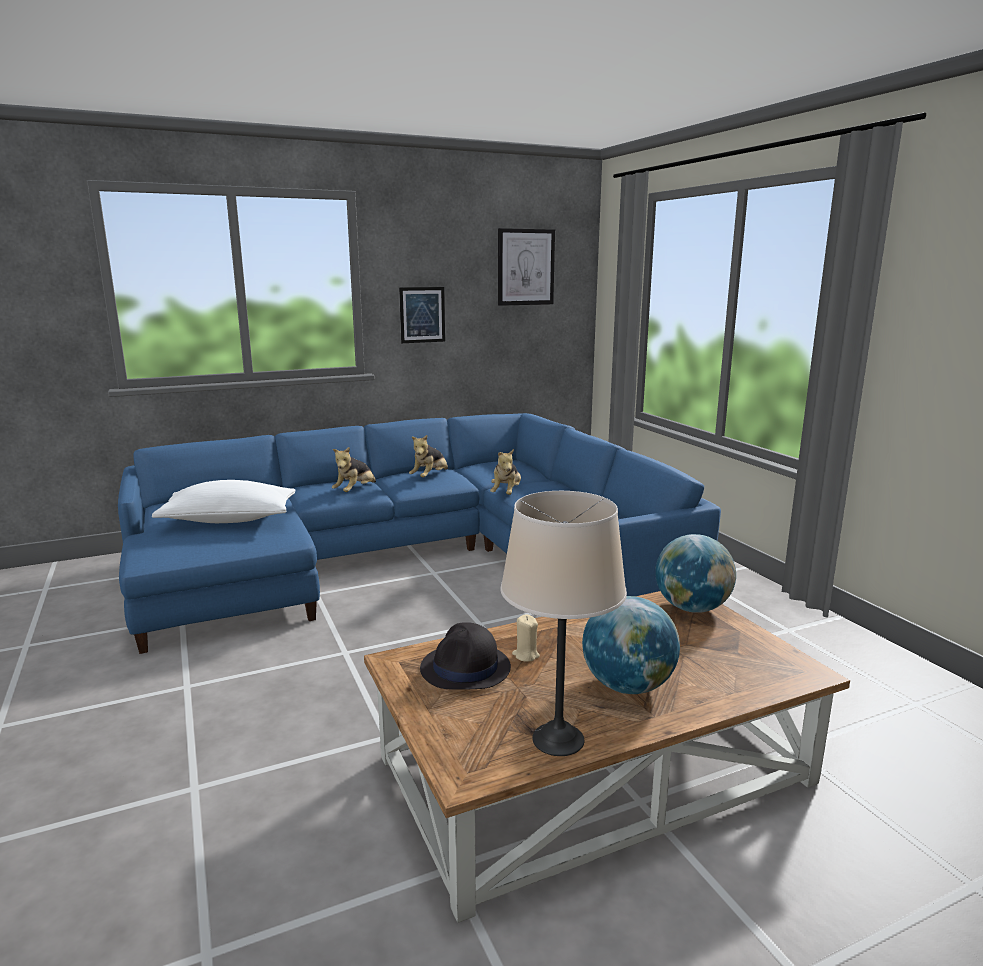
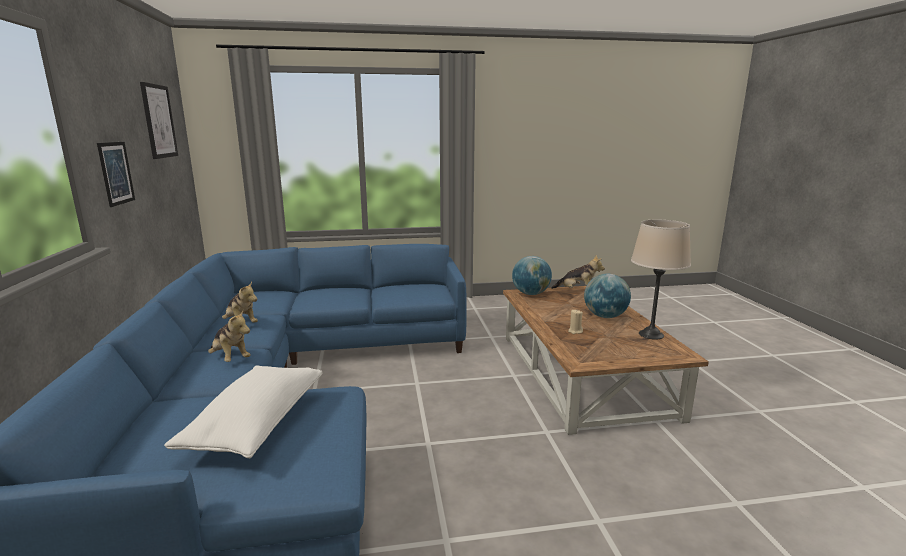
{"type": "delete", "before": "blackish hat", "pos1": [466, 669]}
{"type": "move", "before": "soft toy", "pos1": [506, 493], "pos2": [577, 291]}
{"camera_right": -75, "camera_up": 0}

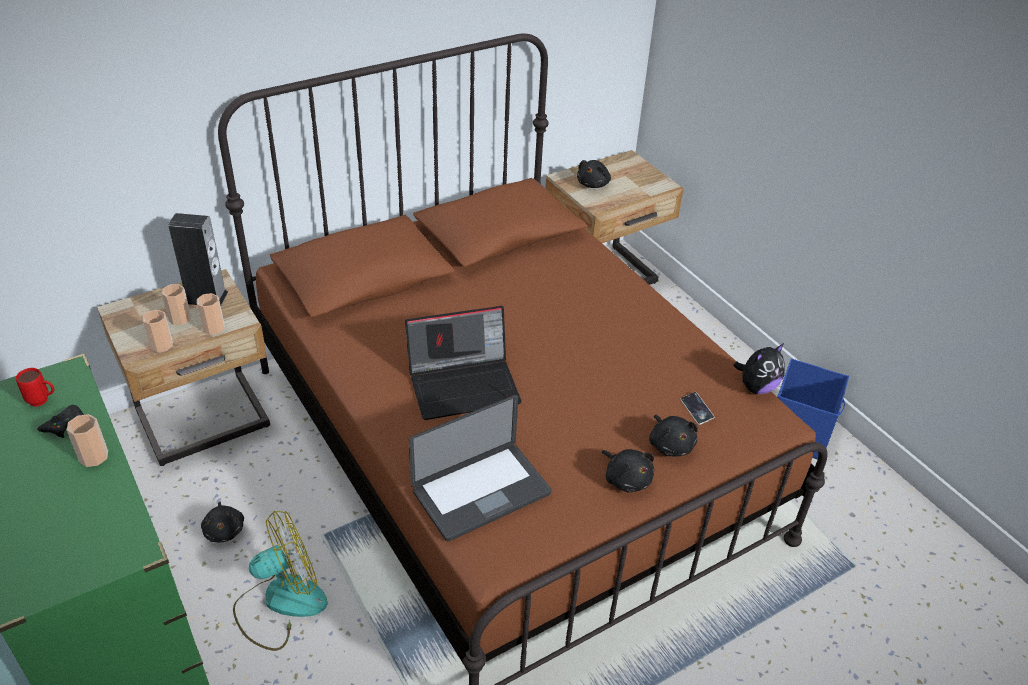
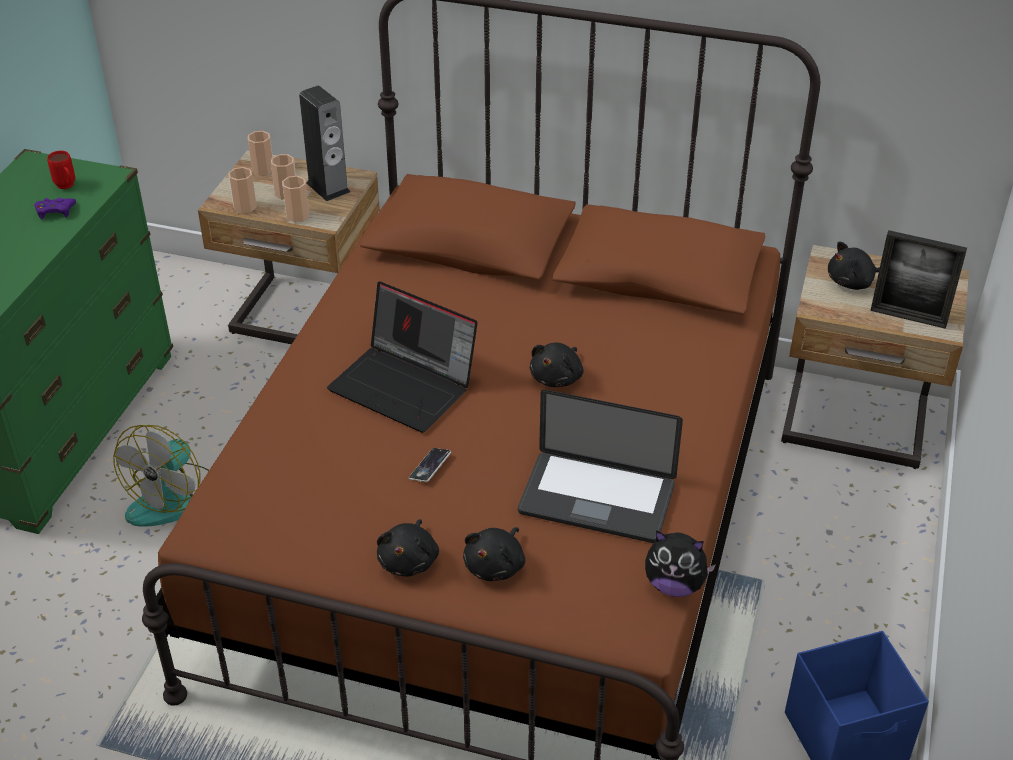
{"type": "insert", "after": "photo frame", "pos2": [908, 317]}
{"type": "move", "before": "small cup", "pos1": [93, 456], "pos2": [263, 169]}
{"type": "move", "before": "blackish soft toy", "pos1": [224, 530], "pos2": [557, 377]}
{"type": "move", "before": "notebook computer", "pos1": [481, 493], "pos2": [596, 499]}
{"type": "move", "before": "handset", "pos1": [696, 410], "pos2": [430, 467]}
{"type": "recolor", "before": "blackish game controller", "after": "purple game controller", "pos1": [64, 424], "pos2": [55, 211]}
{"type": "rotate", "before": "cooling fan", "pos1": [280, 603], "pos2": [171, 497], "turn": 90}
{"camera_right": 50, "camera_up": 0}

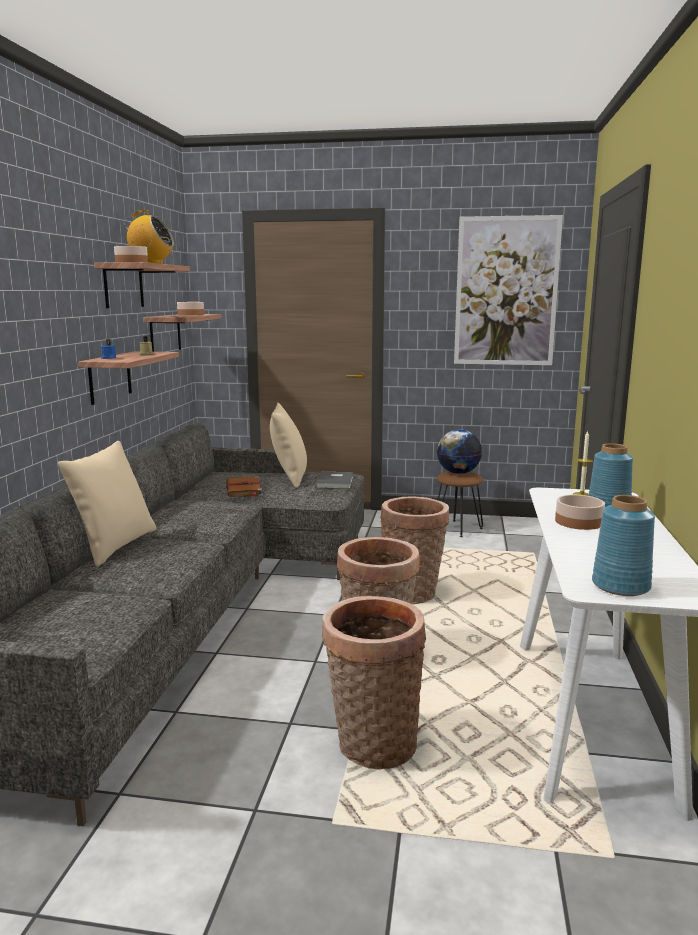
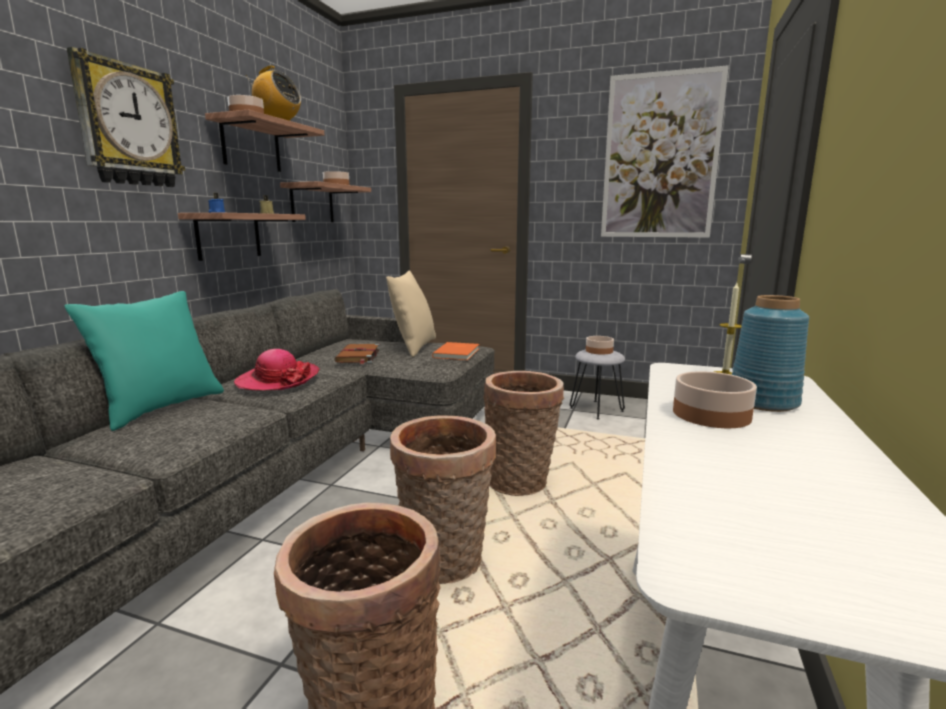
{"type": "delete", "before": "blue vase", "pos1": [620, 585]}
{"type": "insert", "after": "wall clock", "pos2": [128, 125]}
{"type": "insert", "after": "hat", "pos2": [277, 380]}
{"type": "replace", "before": "globe", "after": "deep dish", "pos1": [458, 473], "pos2": [598, 351]}
{"type": "recolor", "before": "sand-coloured cushion", "after": "turquoise cushion", "pos1": [114, 546], "pos2": [161, 408]}
{"type": "recolor", "before": "greyish volume", "after": "orangey volume", "pos1": [336, 482], "pos2": [458, 353]}
{"type": "recolor", "before": "brownish stool seat", "after": "greyish stool seat", "pos1": [457, 528], "pos2": [597, 409]}
{"camera_right": 10, "camera_up": 0}

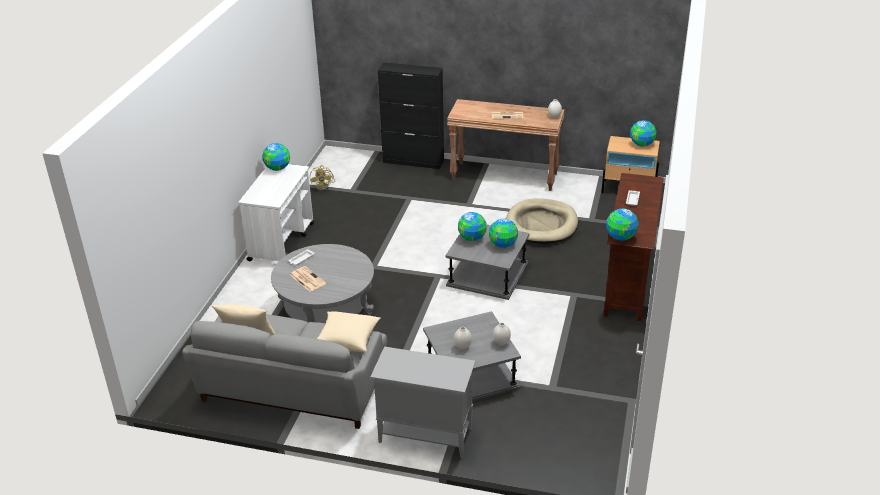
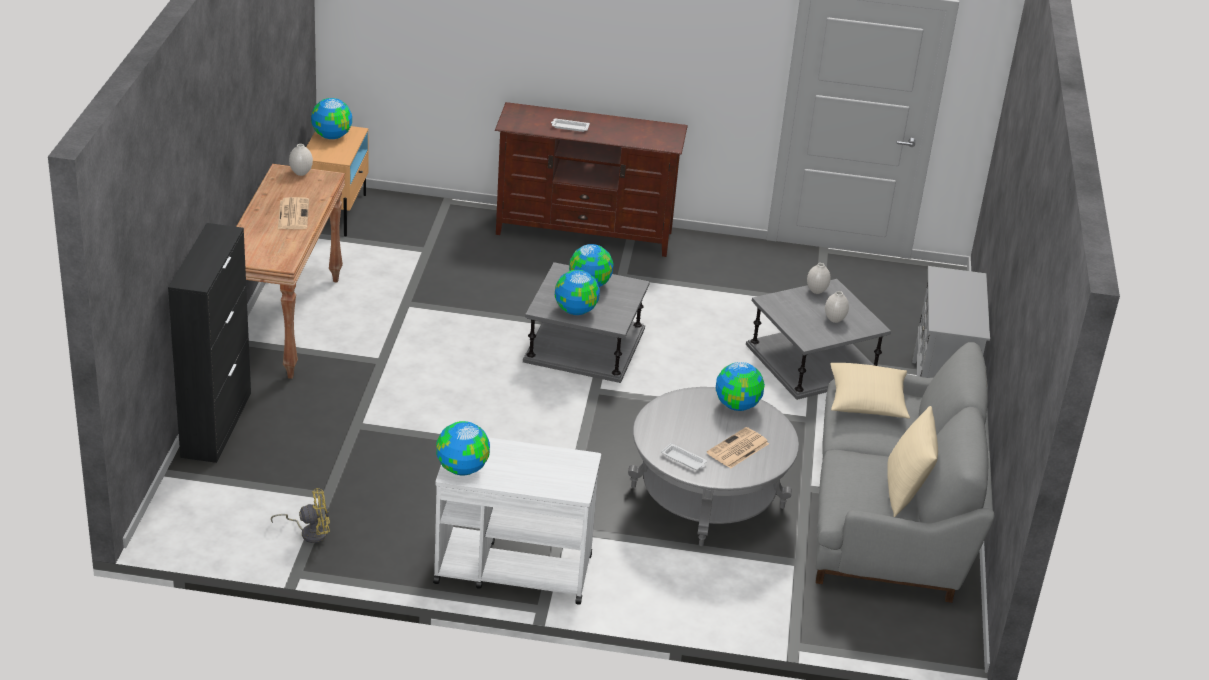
{"type": "delete", "before": "sand-coloured dog bed", "pos1": [541, 224]}
{"type": "move", "before": "globe", "pos1": [620, 237], "pos2": [737, 405]}
{"camera_right": -100, "camera_up": 0}

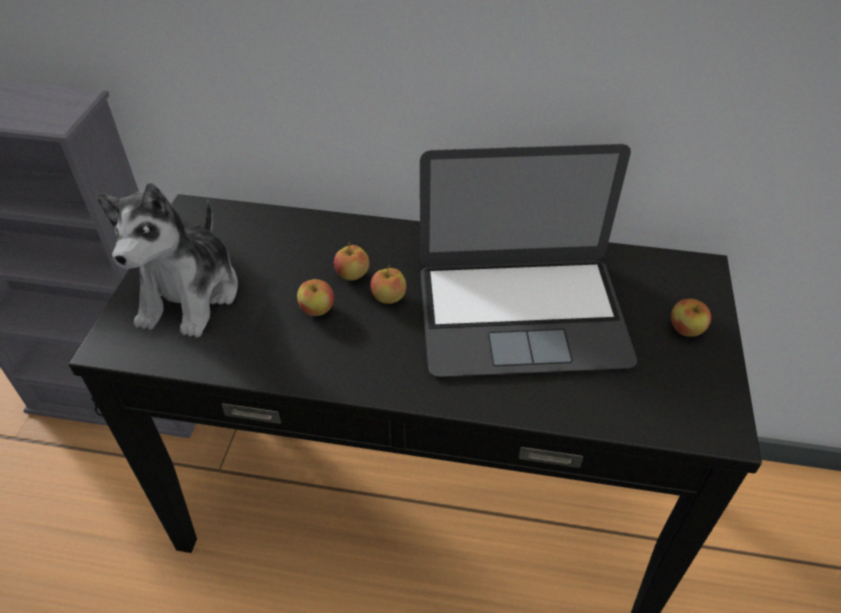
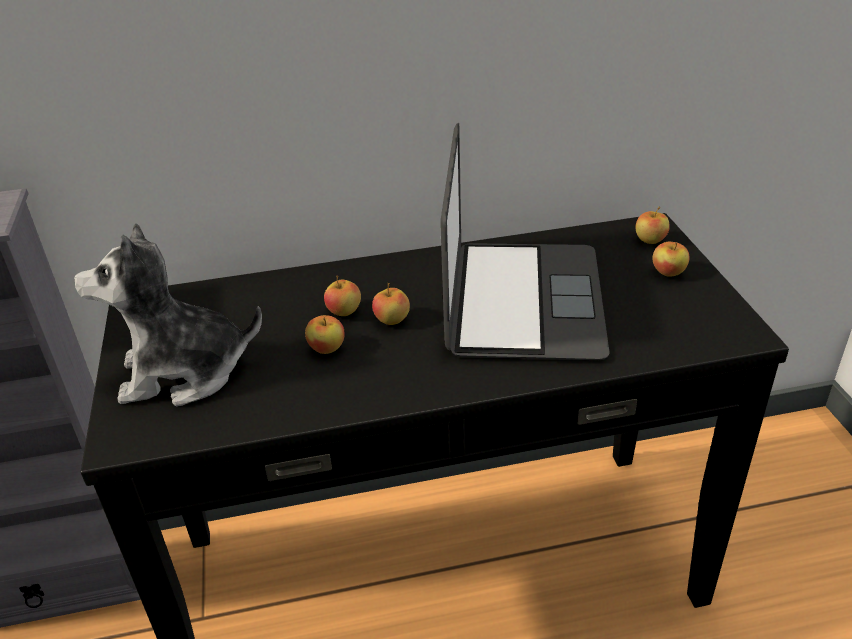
{"type": "insert", "after": "whole apple", "pos2": [650, 240]}
{"type": "rotate", "before": "soft toy", "pos1": [190, 294], "pos2": [183, 373], "turn": 90}
{"type": "rotate", "before": "notebook computer", "pos1": [521, 314], "pos2": [523, 299], "turn": -60}
{"camera_right": -20, "camera_up": -10}

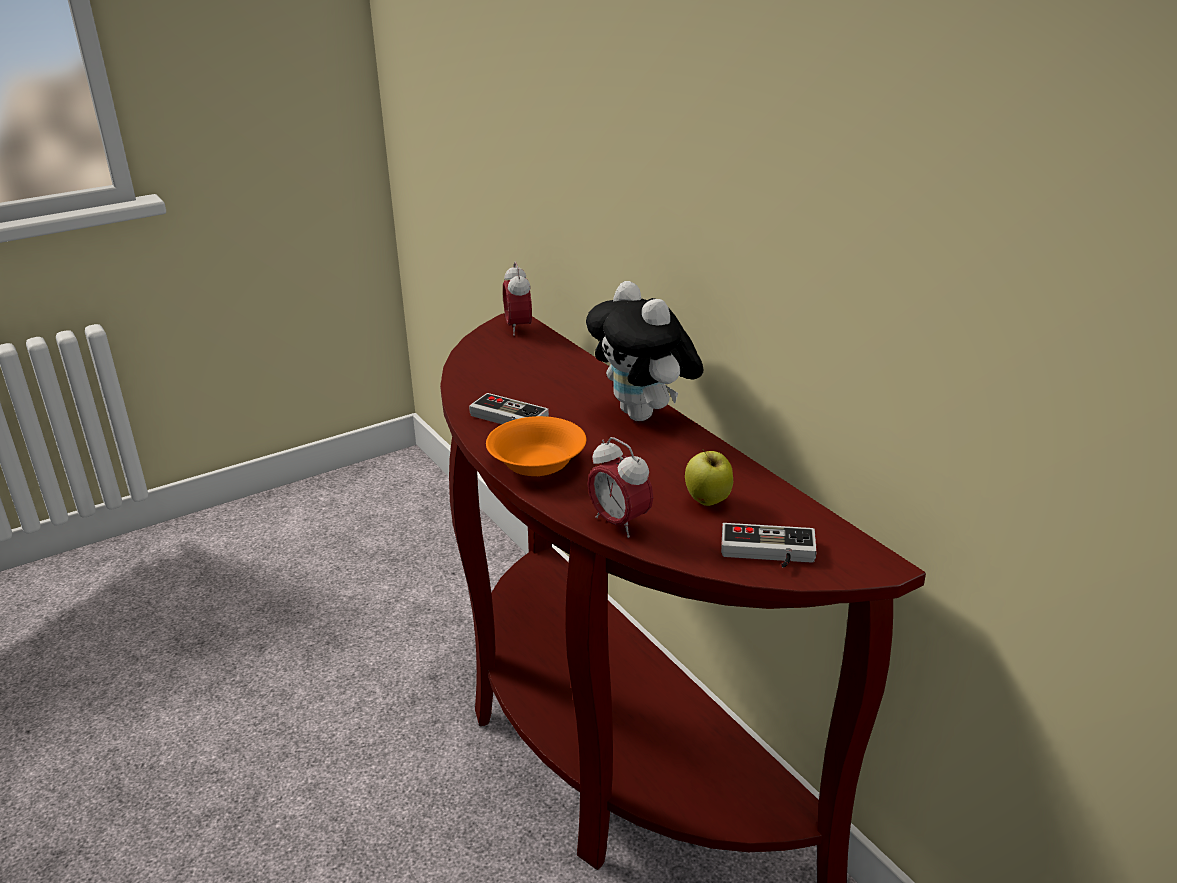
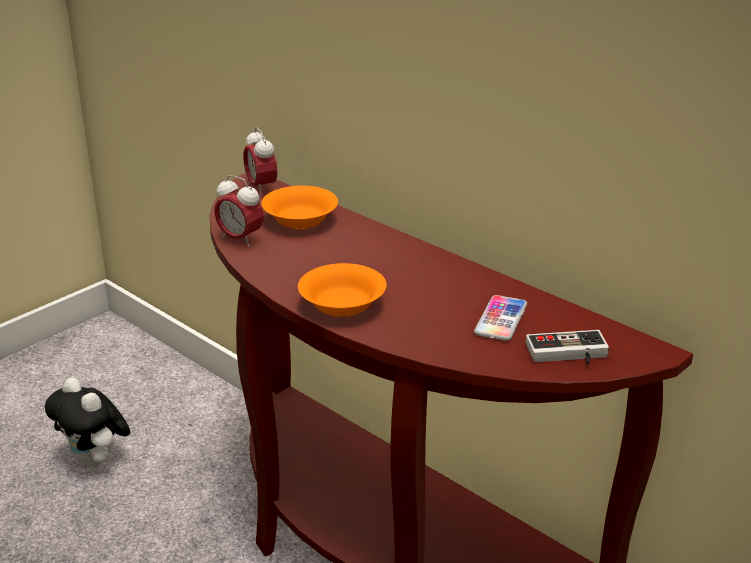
{"type": "delete", "before": "game controller", "pos1": [504, 420]}
{"type": "insert", "after": "orangey deep dish", "pos2": [301, 220]}
{"type": "move", "before": "soft toy", "pos1": [645, 415], "pos2": [95, 461]}
{"type": "move", "before": "bedside clock", "pos1": [619, 523], "pos2": [240, 239]}
{"type": "replace", "before": "whole apple", "after": "handset", "pos1": [708, 501], "pos2": [501, 319]}
{"camera_right": -15, "camera_up": 0}

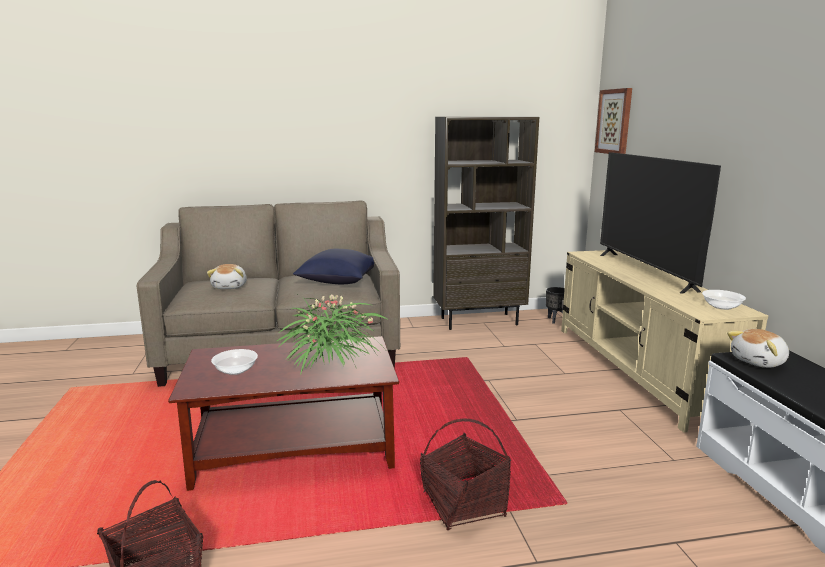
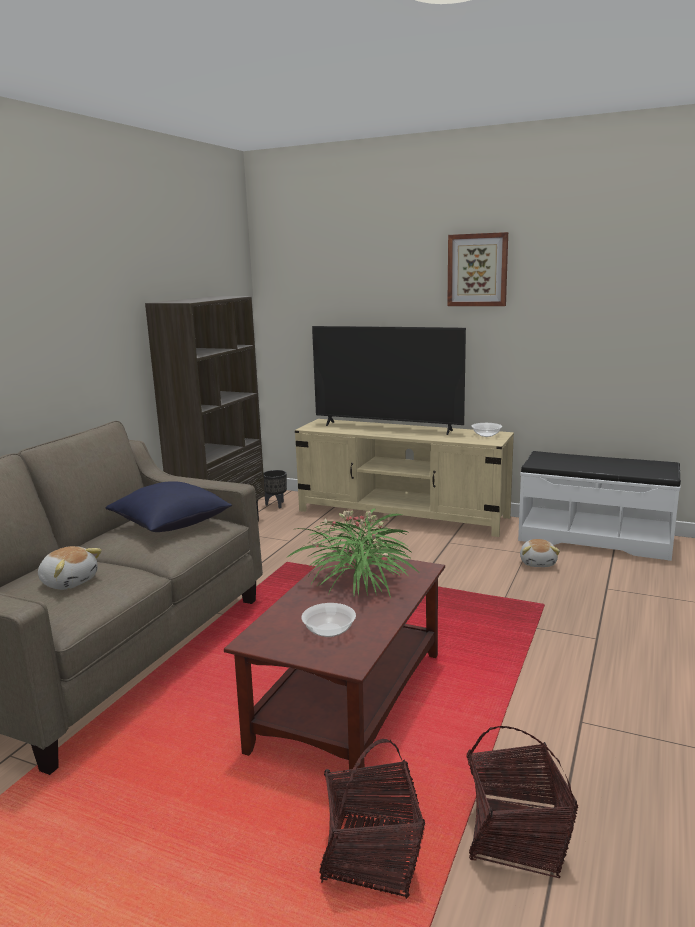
{"type": "move", "before": "storage basket", "pos1": [464, 505], "pos2": [374, 856]}
{"type": "move", "before": "picture", "pos1": [614, 121], "pos2": [477, 270]}
{"type": "move", "before": "soft toy", "pos1": [759, 362], "pos2": [538, 563]}
{"camera_right": -55, "camera_up": 0}

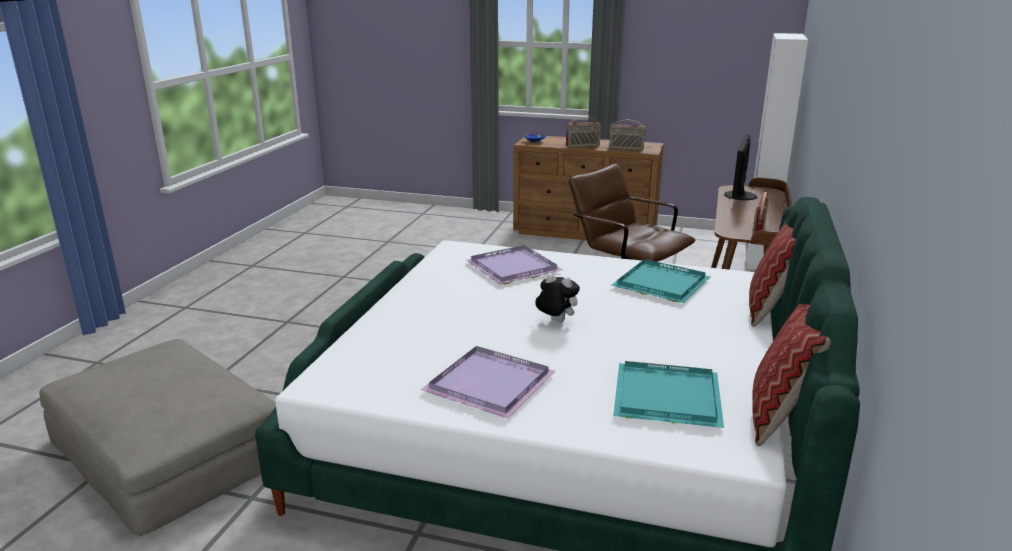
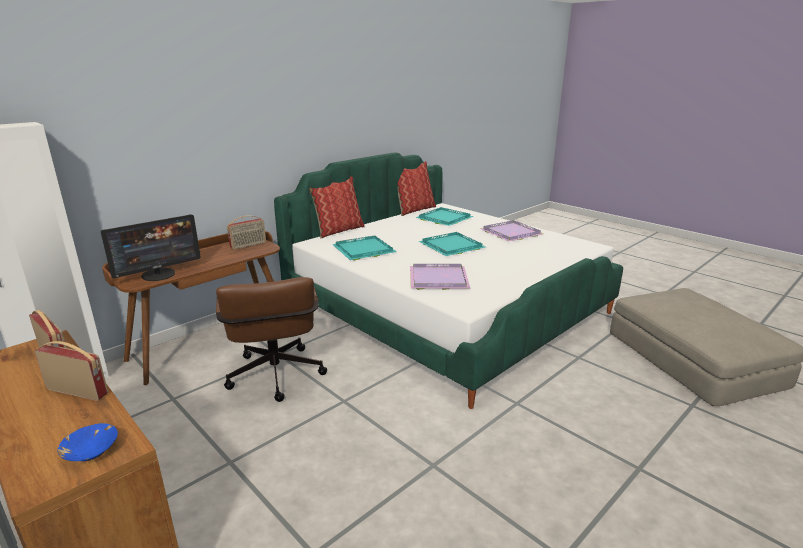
{"type": "replace", "before": "soft toy", "after": "turquoise carrying tray", "pos1": [555, 321], "pos2": [453, 246]}
{"camera_right": -150, "camera_up": 0}

